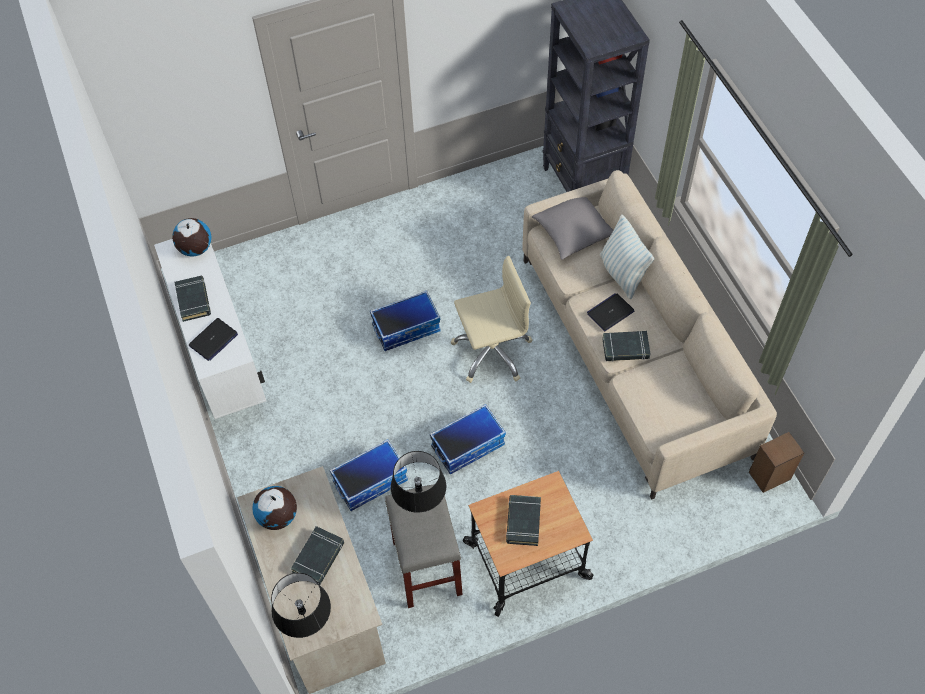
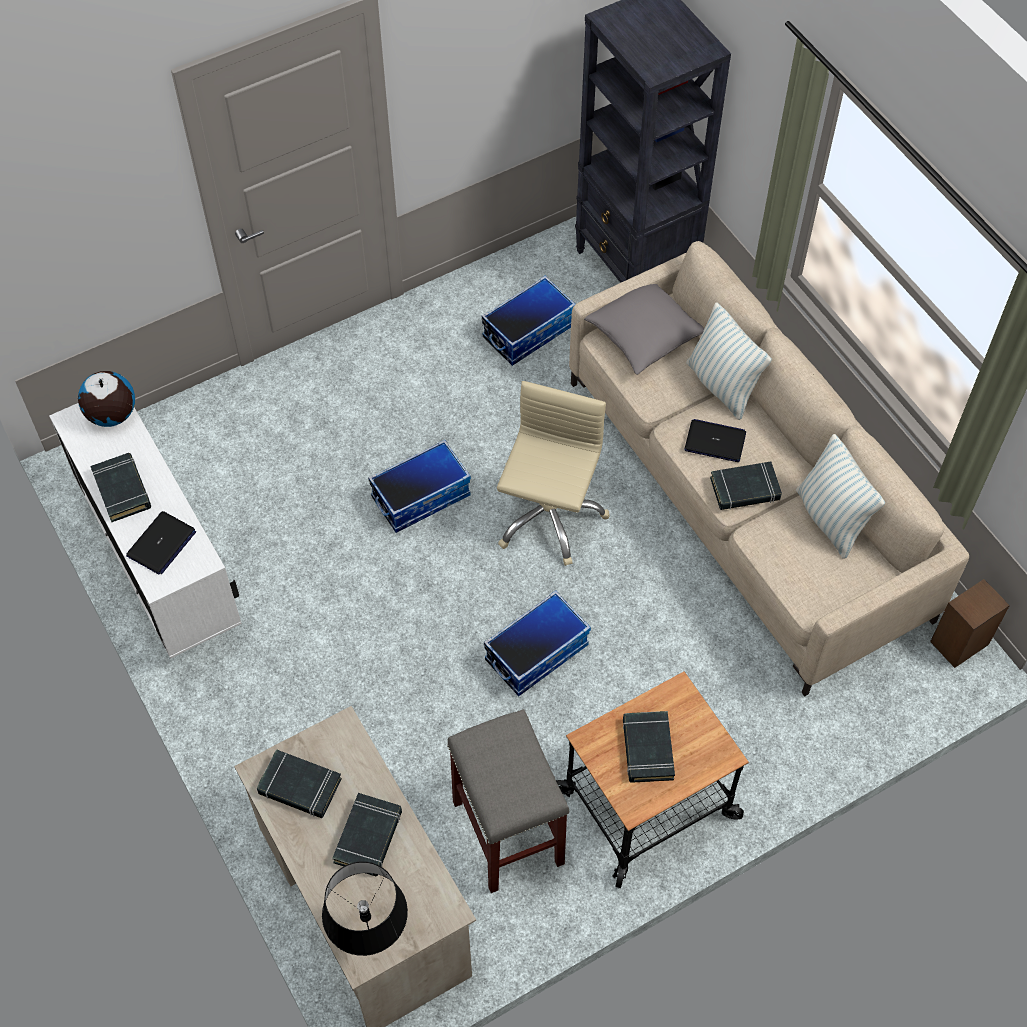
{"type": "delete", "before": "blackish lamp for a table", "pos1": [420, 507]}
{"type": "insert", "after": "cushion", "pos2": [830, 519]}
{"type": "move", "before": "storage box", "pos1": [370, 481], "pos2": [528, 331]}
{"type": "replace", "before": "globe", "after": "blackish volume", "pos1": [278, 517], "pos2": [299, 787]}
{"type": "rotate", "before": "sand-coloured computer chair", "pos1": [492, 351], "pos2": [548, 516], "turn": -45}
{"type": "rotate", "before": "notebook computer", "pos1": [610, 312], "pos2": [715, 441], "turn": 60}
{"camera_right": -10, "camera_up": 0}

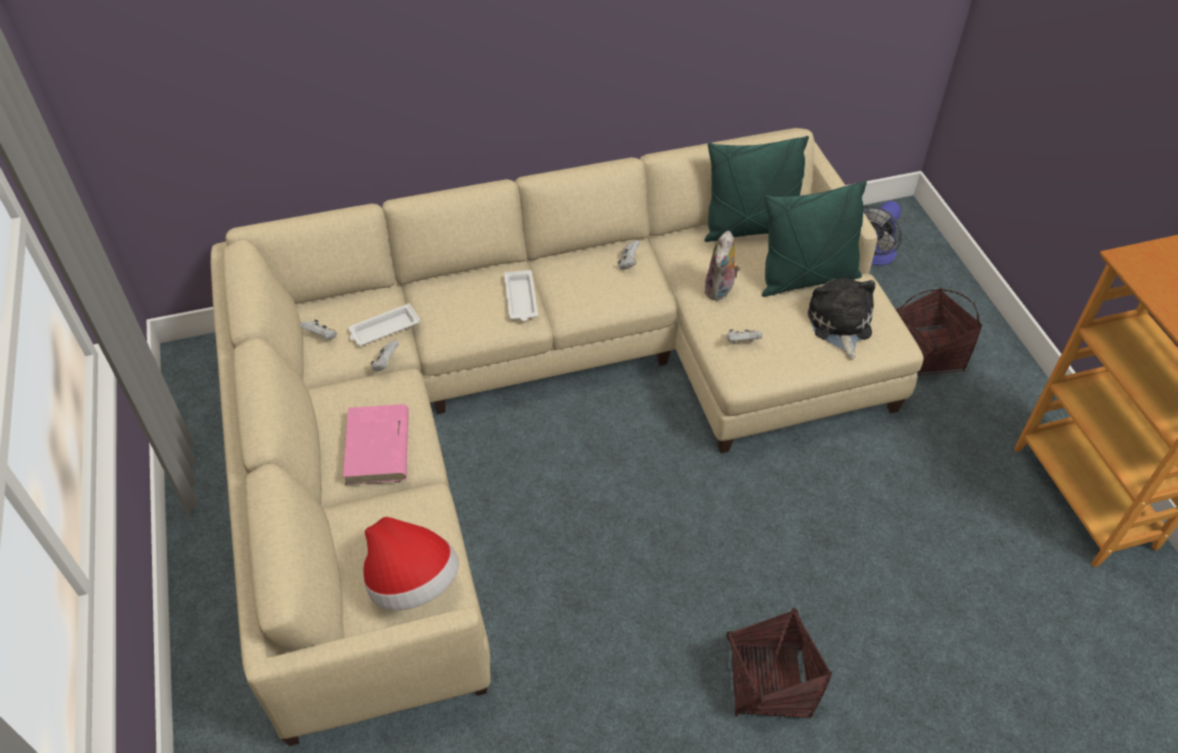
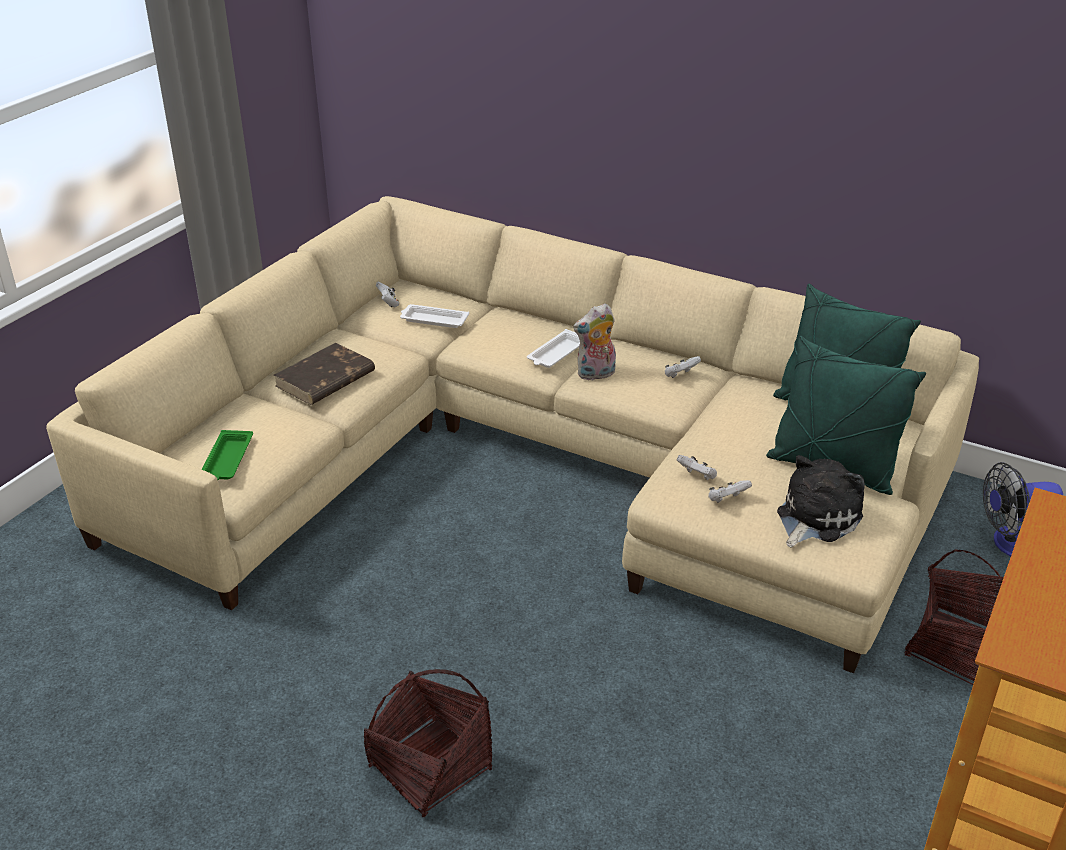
{"type": "move", "before": "whitish game controller", "pos1": [386, 363], "pos2": [727, 500]}
{"type": "move", "before": "soft toy", "pos1": [720, 290], "pos2": [596, 375]}
{"type": "replace", "before": "hat", "after": "green-coloured carrying tray", "pos1": [412, 582], "pos2": [227, 460]}
{"type": "recolor", "before": "pink volume", "after": "brownish volume", "pos1": [378, 448], "pos2": [324, 379]}
{"camera_right": 45, "camera_up": -15}

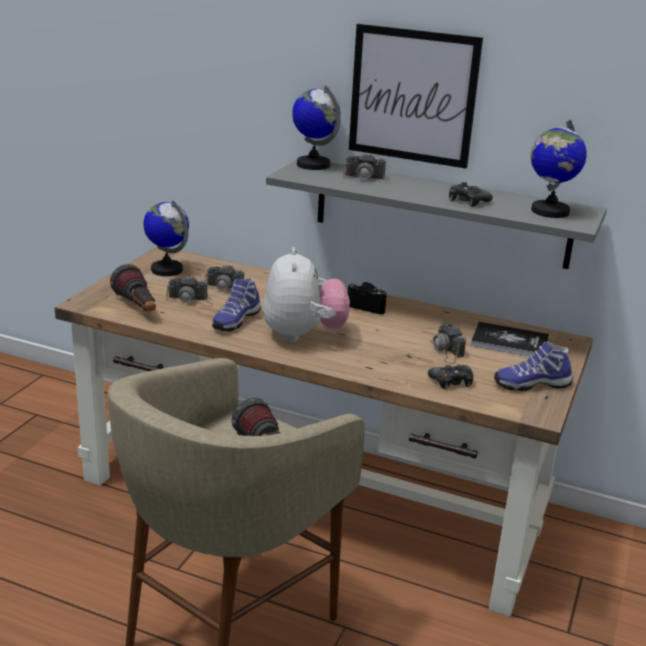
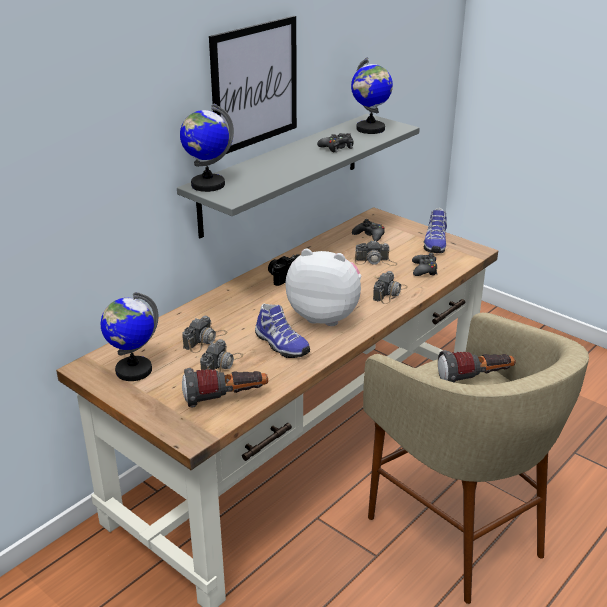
{"type": "move", "before": "still camera", "pos1": [367, 178], "pos2": [390, 293]}
{"type": "replace", "before": "volume", "after": "blackish game controller", "pos1": [509, 342], "pos2": [369, 235]}
{"camera_right": -70, "camera_up": 5}

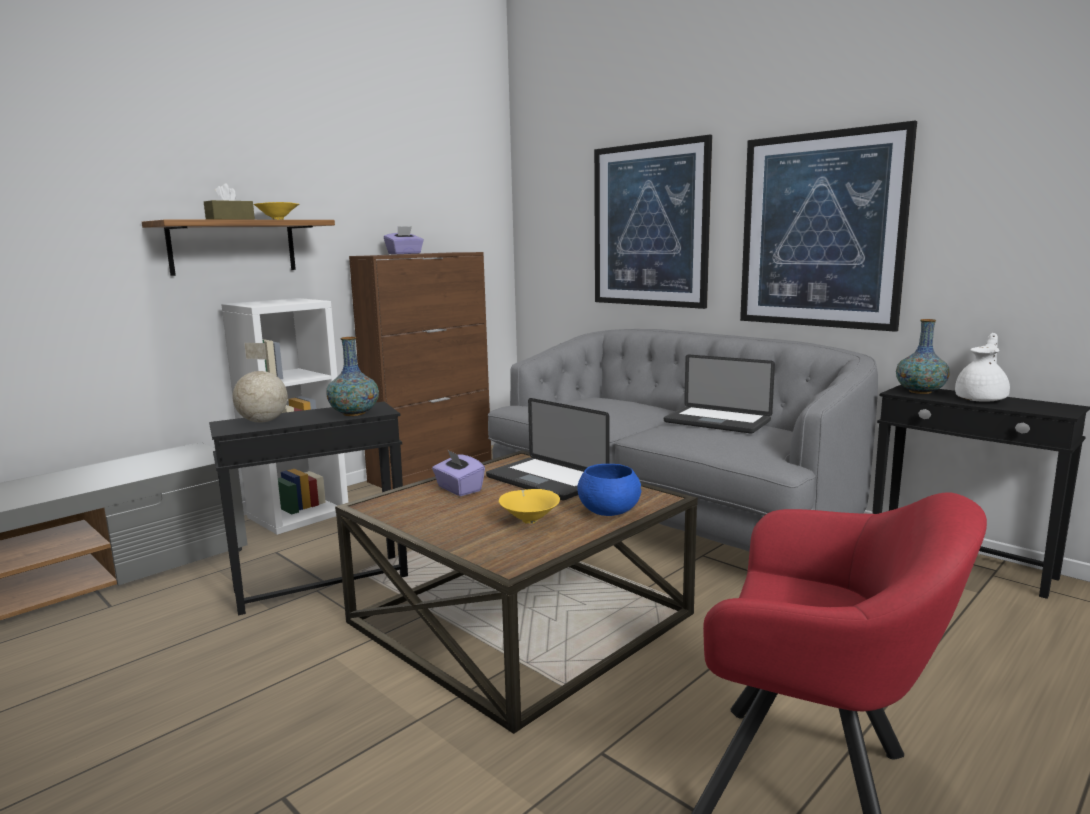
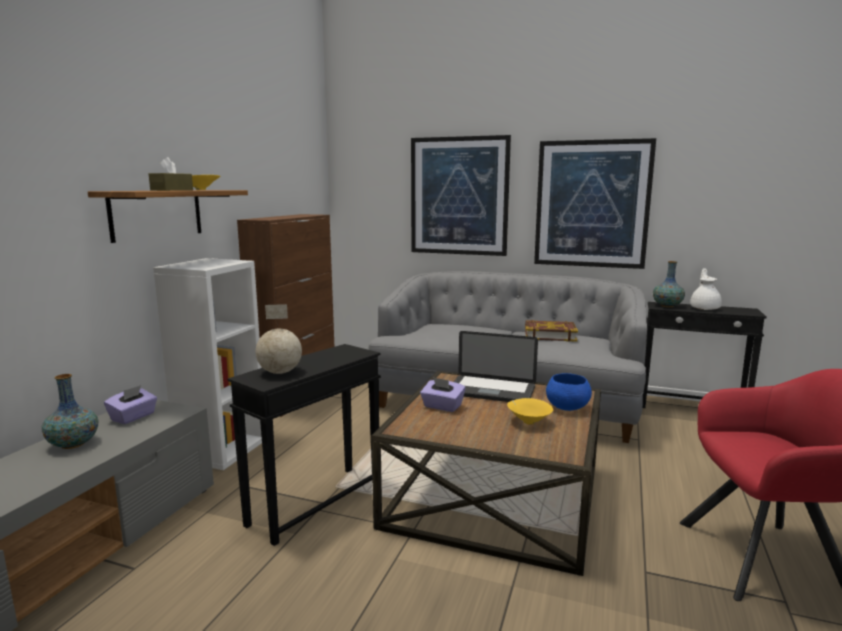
{"type": "move", "before": "vase", "pos1": [354, 413], "pos2": [73, 444]}
{"type": "move", "before": "purple tissue holder", "pos1": [404, 254], "pos2": [133, 417]}
{"type": "replace", "before": "notebook computer", "after": "volume", "pos1": [717, 422], "pos2": [549, 335]}
{"camera_right": -25, "camera_up": 0}

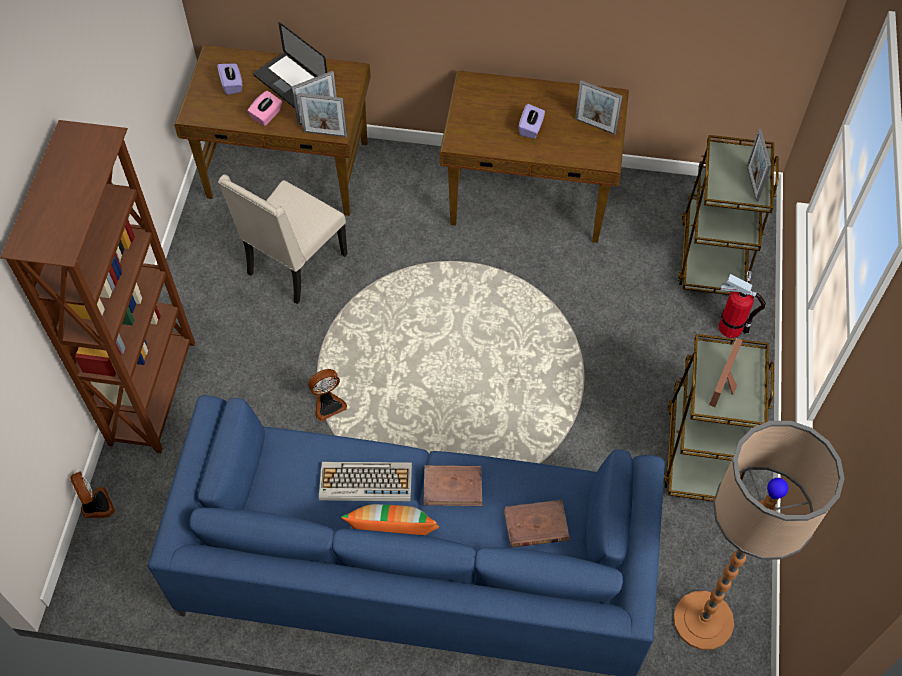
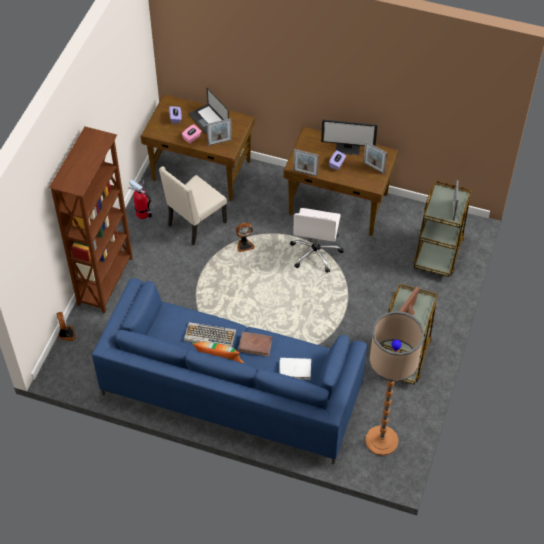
{"type": "insert", "after": "whitish computer chair", "pos2": [315, 253]}
{"type": "insert", "after": "computer screen", "pos2": [348, 148]}
{"type": "move", "before": "photo frame", "pos1": [325, 133], "pos2": [305, 172]}
{"type": "move", "before": "cooling fan", "pos1": [328, 404], "pos2": [244, 245]}
{"type": "move", "before": "extinguisher", "pos1": [730, 327], "pos2": [142, 213]}
{"type": "recolor", "before": "brownish volume", "after": "whitish volume", "pos1": [535, 525], "pos2": [295, 370]}
{"camera_right": 10, "camera_up": -5}

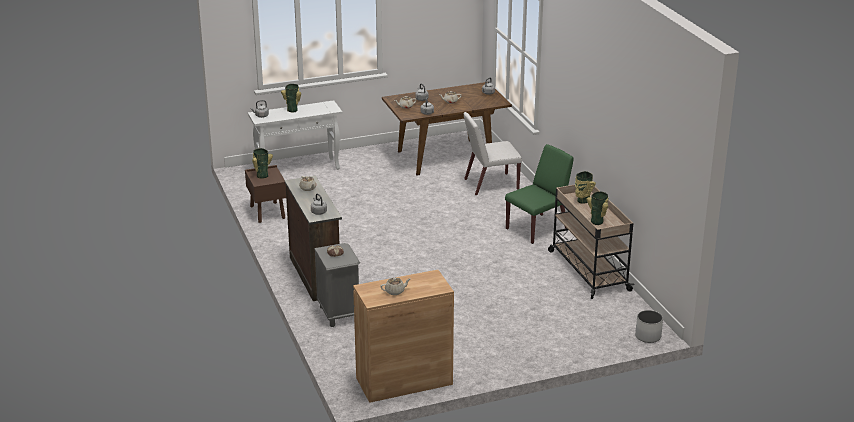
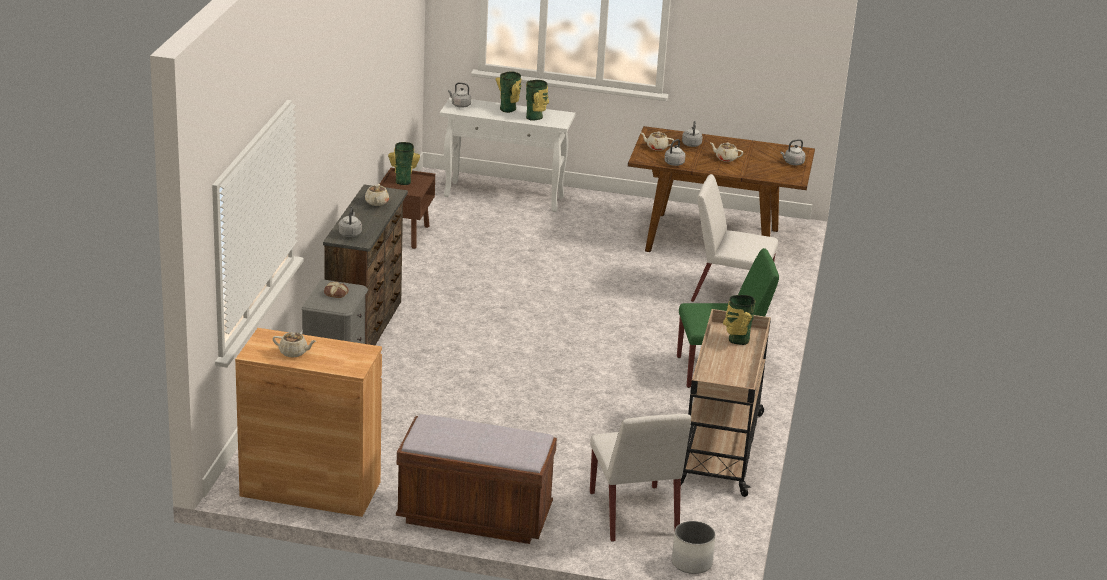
{"type": "insert", "after": "brownish long seat", "pos2": [474, 516]}
{"type": "insert", "after": "whitish upright chair", "pos2": [634, 514]}
{"type": "move", "before": "vase", "pos1": [598, 221], "pos2": [535, 117]}
{"camera_right": 30, "camera_up": 0}

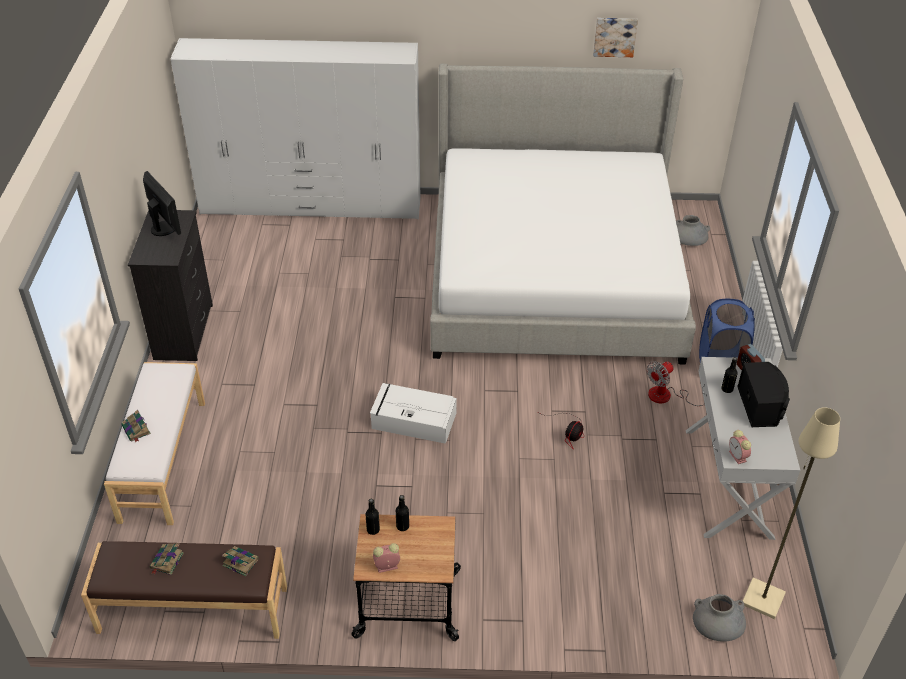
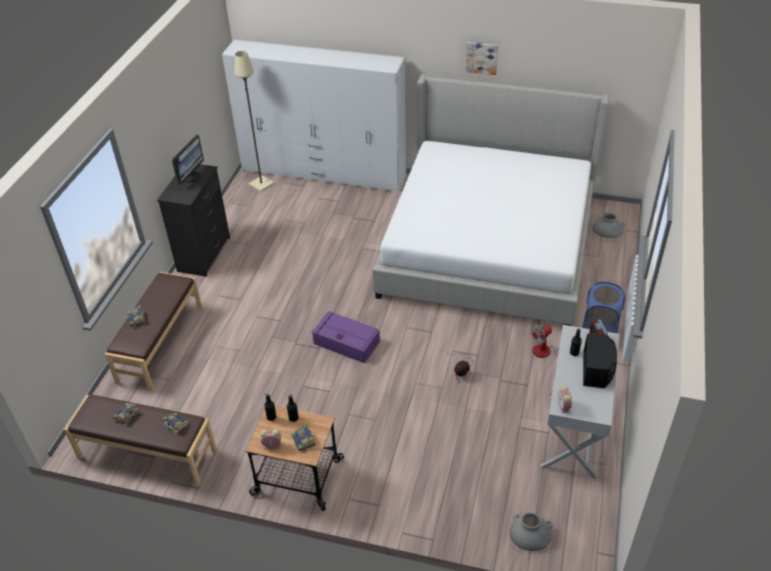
{"type": "insert", "after": "volume", "pos2": [304, 441]}
{"type": "move", "before": "picture", "pos1": [615, 36], "pos2": [482, 57]}
{"type": "move", "before": "sand-coloured floor lamp", "pos1": [762, 599], "pos2": [261, 184]}
{"type": "recolor", "before": "whitish long seat", "after": "brownish long seat", "pos1": [162, 460], "pos2": [160, 344]}
{"type": "recolor", "before": "whitish storage box", "after": "purple storage box", "pos1": [412, 420], "pos2": [345, 342]}
{"type": "rotate", "before": "computer screen", "pos1": [164, 228], "pos2": [191, 176], "turn": 45}
{"camera_right": 15, "camera_up": 0}

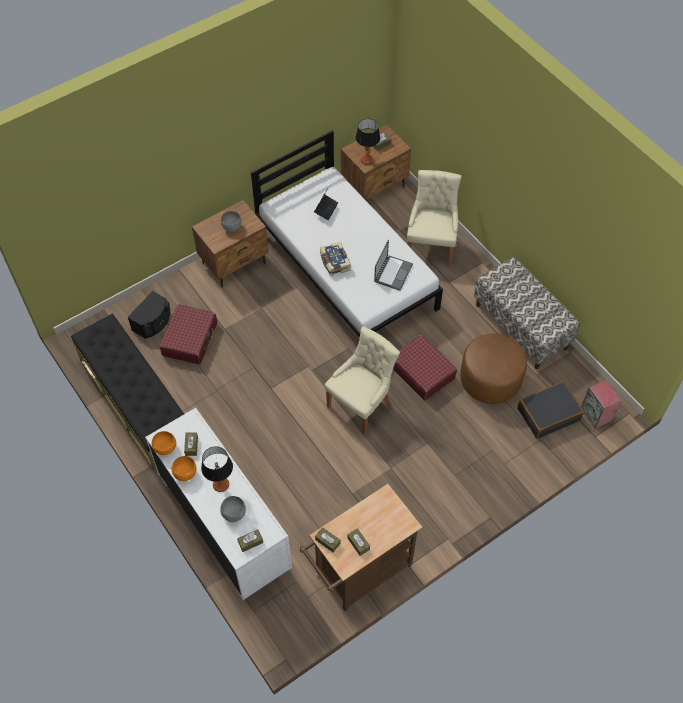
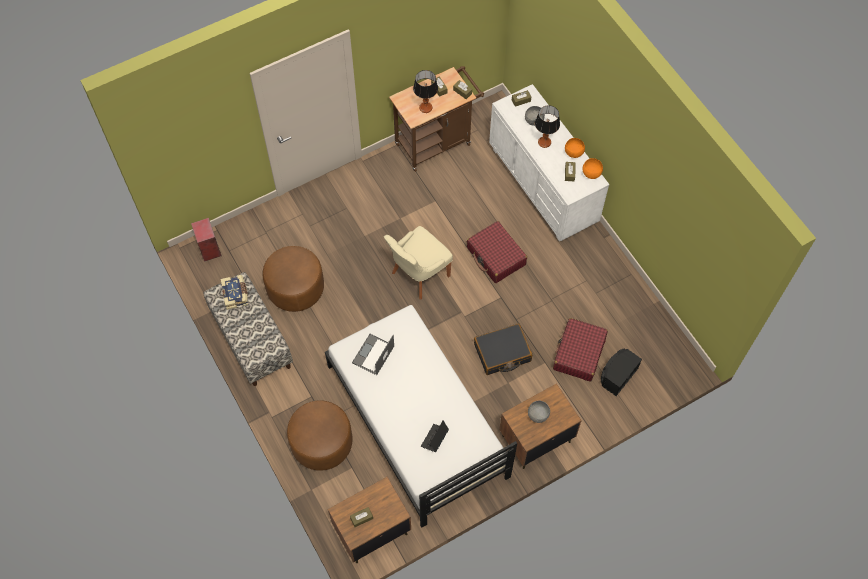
{"type": "delete", "before": "blackish long seat", "pos1": [136, 402]}
{"type": "move", "before": "volume", "pos1": [334, 262], "pos2": [236, 294]}
{"type": "move", "before": "lamp for a table", "pos1": [367, 160], "pos2": [426, 107]}
{"type": "move", "before": "red travel case", "pos1": [422, 372], "pos2": [496, 256]}
{"type": "move", "before": "blackish travel case", "pos1": [548, 414], "pos2": [502, 353]}
{"type": "replace", "before": "sand-coloured upright chair", "after": "brownish footrest", "pos1": [431, 245], "pos2": [321, 443]}
{"camera_right": -175, "camera_up": 5}

